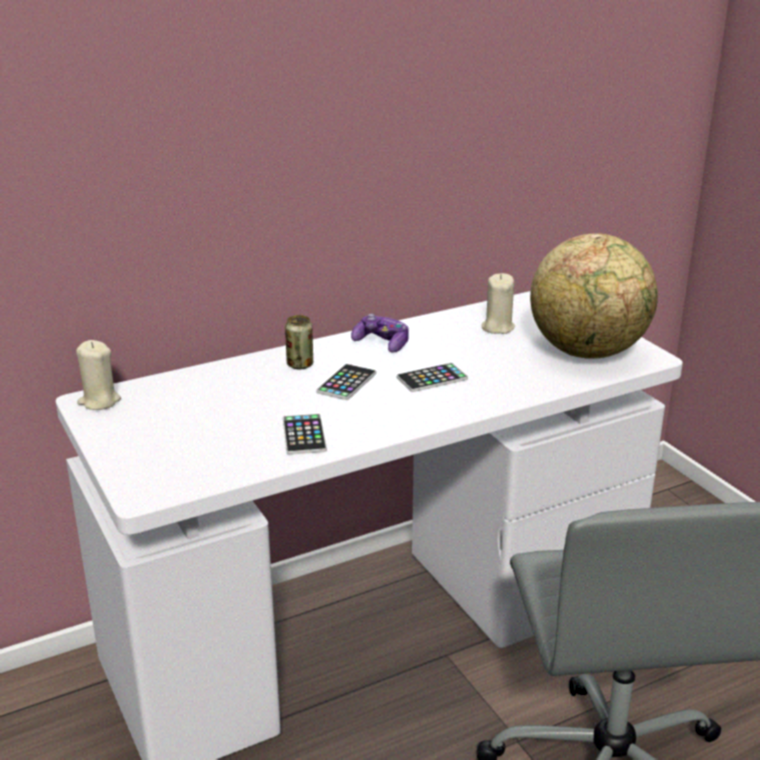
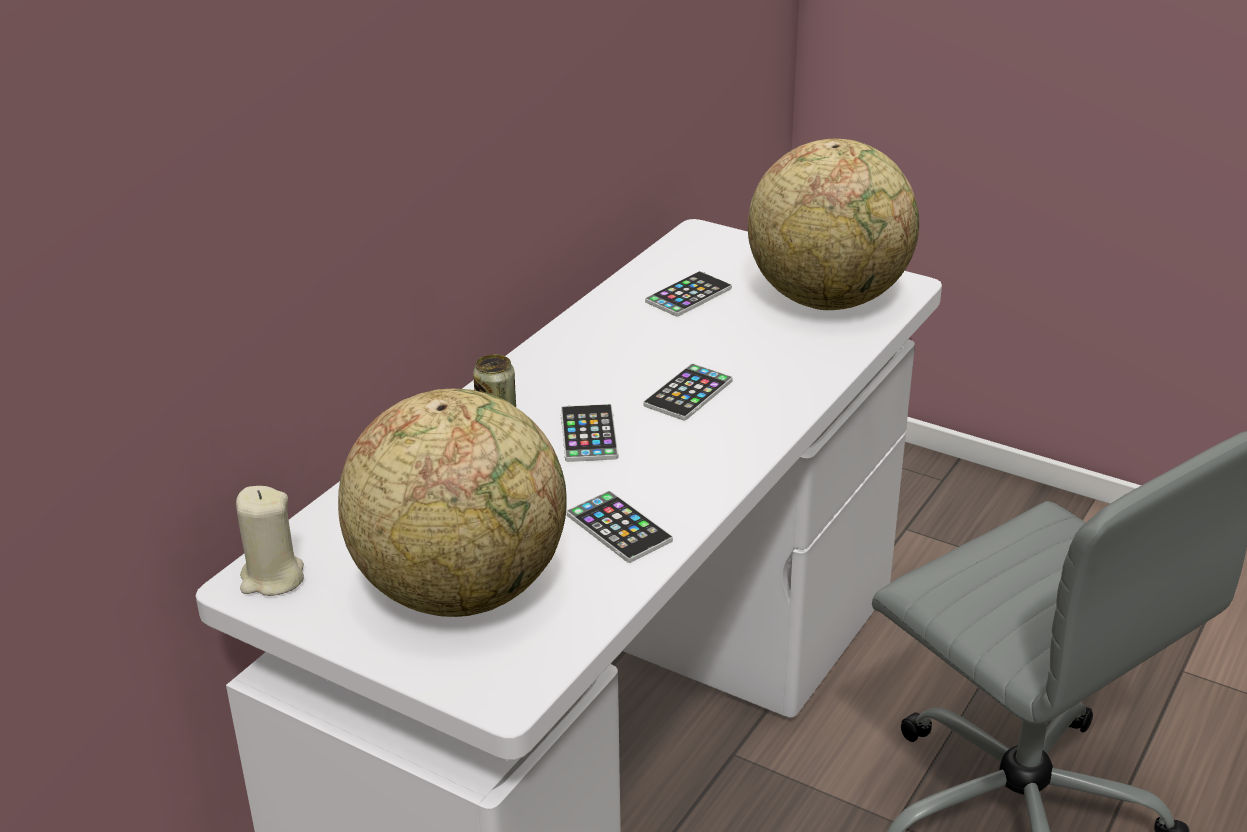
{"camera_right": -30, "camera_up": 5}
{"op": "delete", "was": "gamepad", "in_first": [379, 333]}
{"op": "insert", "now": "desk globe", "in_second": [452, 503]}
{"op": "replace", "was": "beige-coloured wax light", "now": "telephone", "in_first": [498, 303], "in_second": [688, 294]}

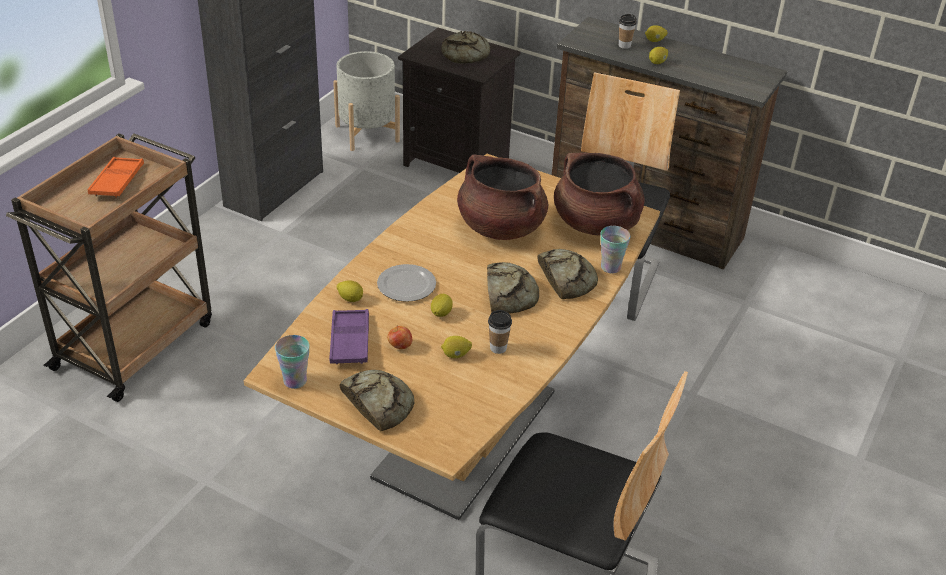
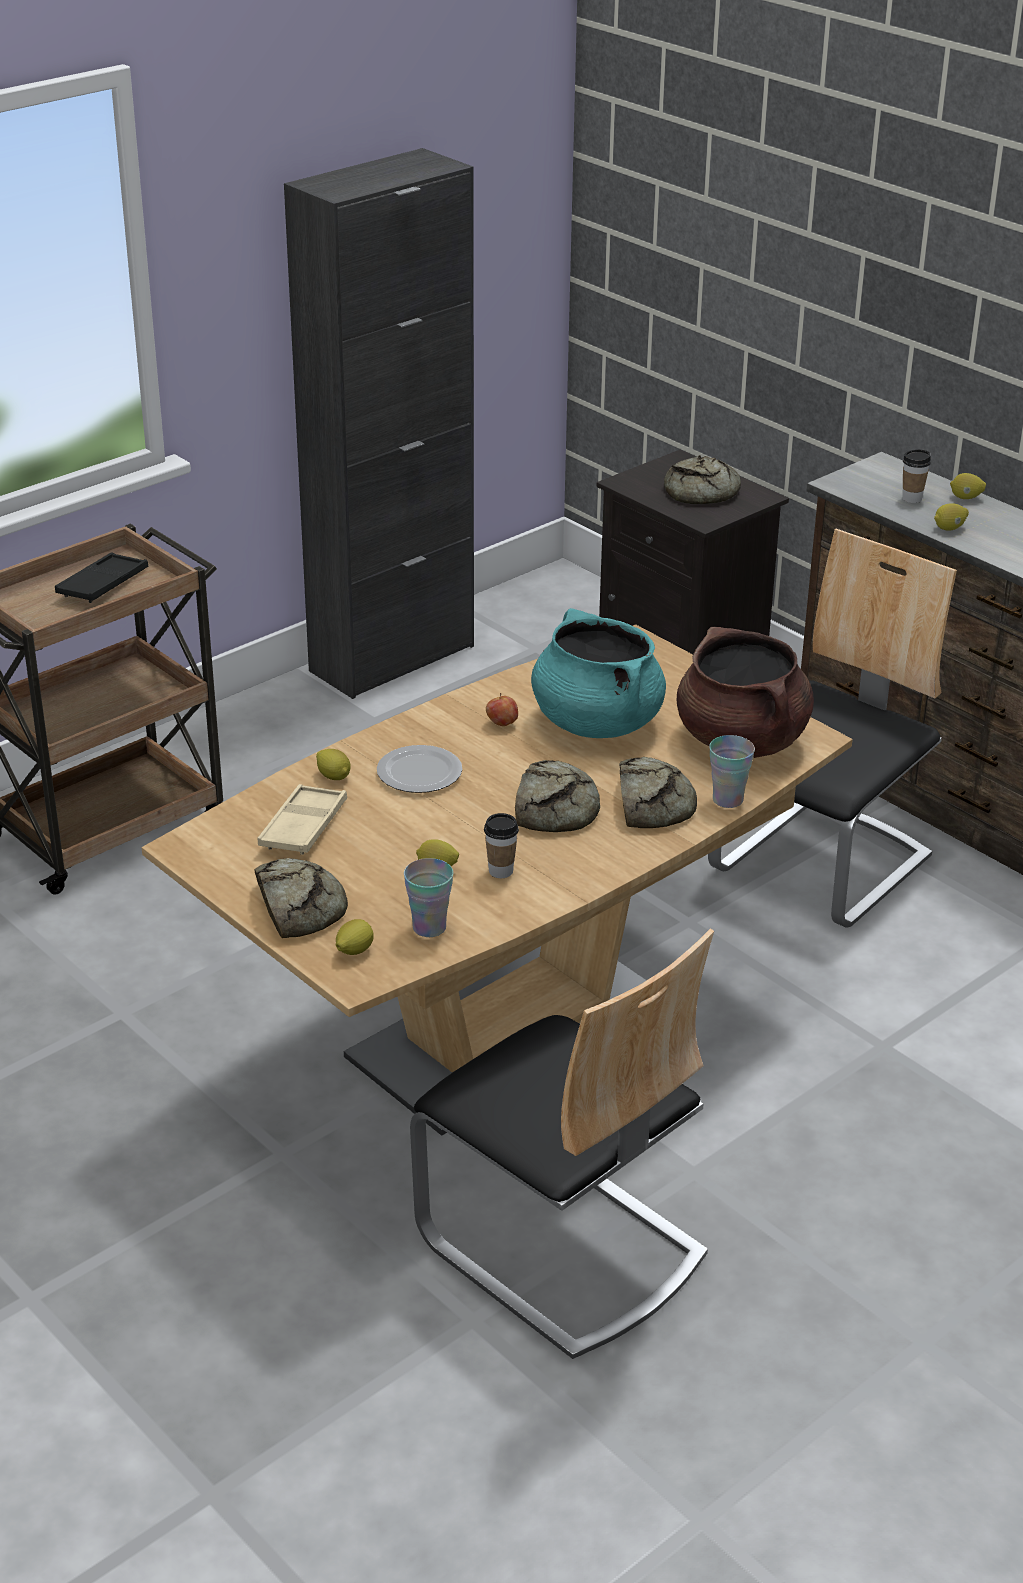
{"camera_right": 20, "camera_up": -5}
{"op": "delete", "was": "grey flower pot", "in_first": [366, 101]}
{"op": "move", "was": "drinking cup", "in_first": [292, 362], "in_second": [428, 897]}
{"op": "move", "was": "apple fruit", "in_first": [399, 337], "in_second": [502, 709]}
{"op": "move", "was": "citrus fruit", "in_first": [442, 305], "in_second": [355, 937]}
{"op": "recolor", "was": "orange serving tray", "now": "blackish serving tray", "in_first": [115, 177], "in_second": [101, 578]}
{"op": "recolor", "was": "purple-coloured serving tray", "now": "beige-coloured serving tray", "in_first": [349, 336], "in_second": [302, 819]}
{"op": "recolor", "was": "brown stockpot", "now": "turquoise-coloured stockpot", "in_first": [502, 197], "in_second": [598, 673]}

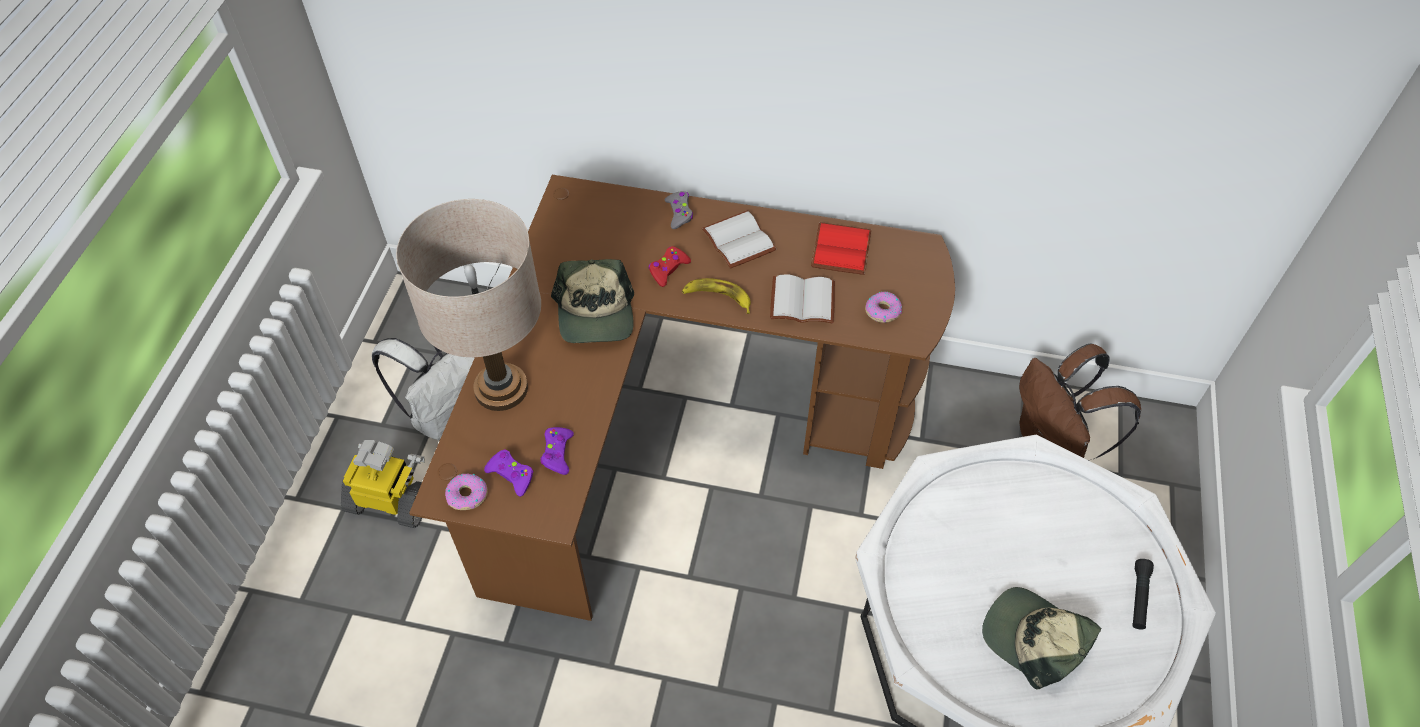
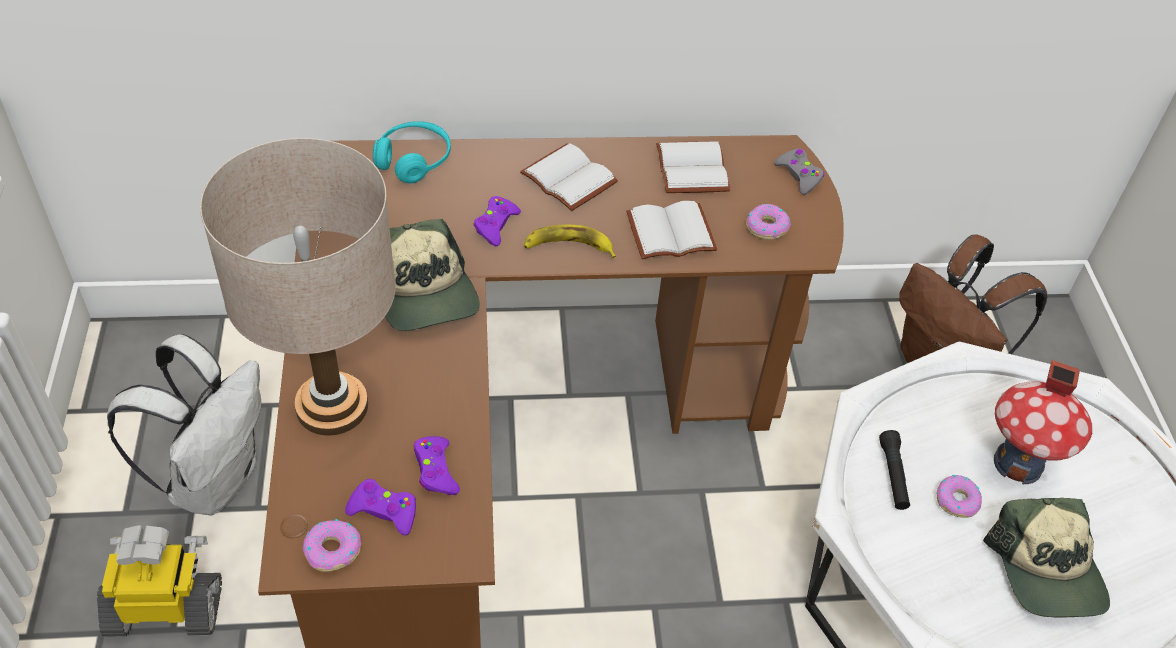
{"camera_right": -20, "camera_up": -5}
{"op": "insert", "now": "turquoise-coloured pair of headphones", "in_second": [412, 152]}
{"op": "insert", "now": "doughnut", "in_second": [959, 496]}
{"op": "insert", "now": "miniature house", "in_second": [1043, 422]}
{"op": "move", "was": "grey gamepad", "in_first": [679, 210], "in_second": [799, 171]}
{"op": "move", "was": "blackish torch", "in_first": [1143, 594], "in_second": [894, 470]}
{"op": "recolor", "was": "red gamepad", "now": "purple-coloured gamepad", "in_first": [669, 266], "in_second": [497, 221]}
{"op": "recolor", "was": "red volume", "now": "white-coloured volume", "in_first": [841, 248], "in_second": [693, 167]}
{"op": "rotate", "was": "peaked cap", "in_first": [1041, 638], "in_second": [1046, 558], "clockwise": -120}

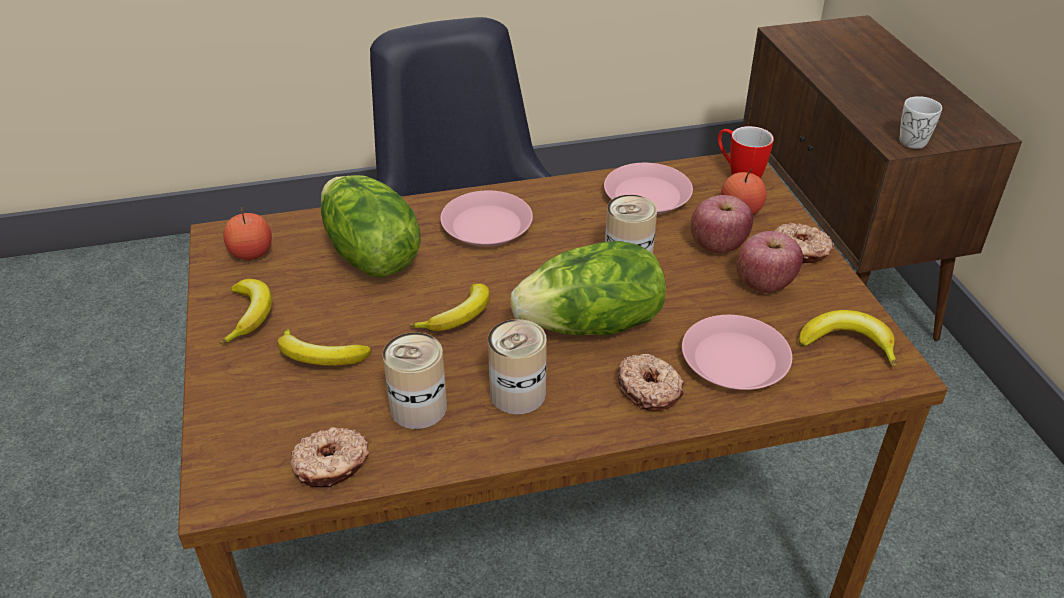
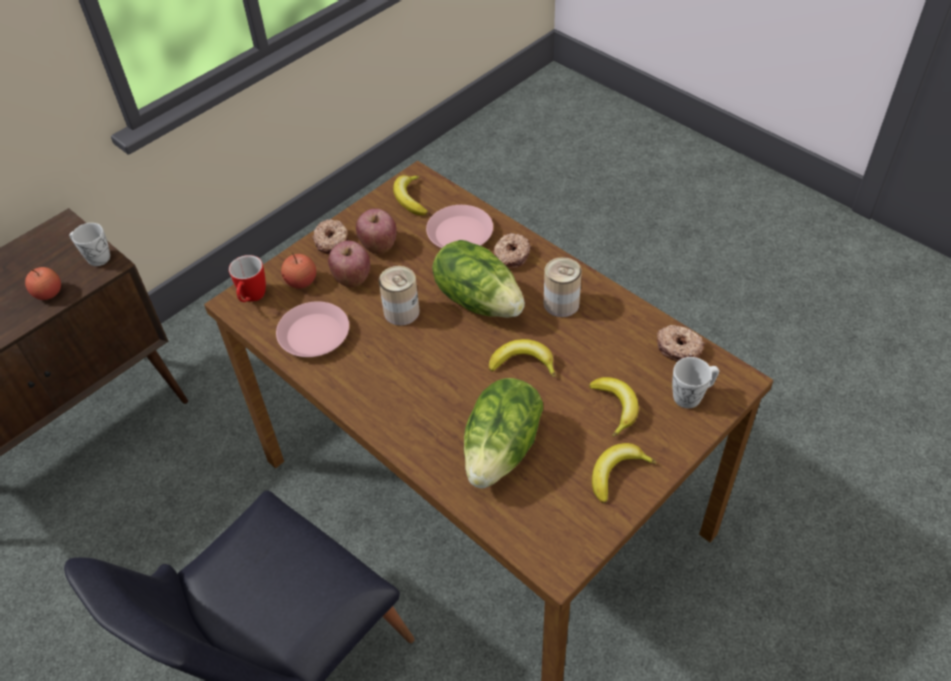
{"camera_right": -120, "camera_up": 10}
{"op": "delete", "was": "can", "in_first": [414, 381]}
{"op": "delete", "was": "pinkish dinner plate", "in_first": [486, 218]}
{"op": "insert", "now": "white-coloured coffee mug", "in_second": [695, 382]}
{"op": "move", "was": "apple fruit", "in_first": [247, 233], "in_second": [43, 283]}

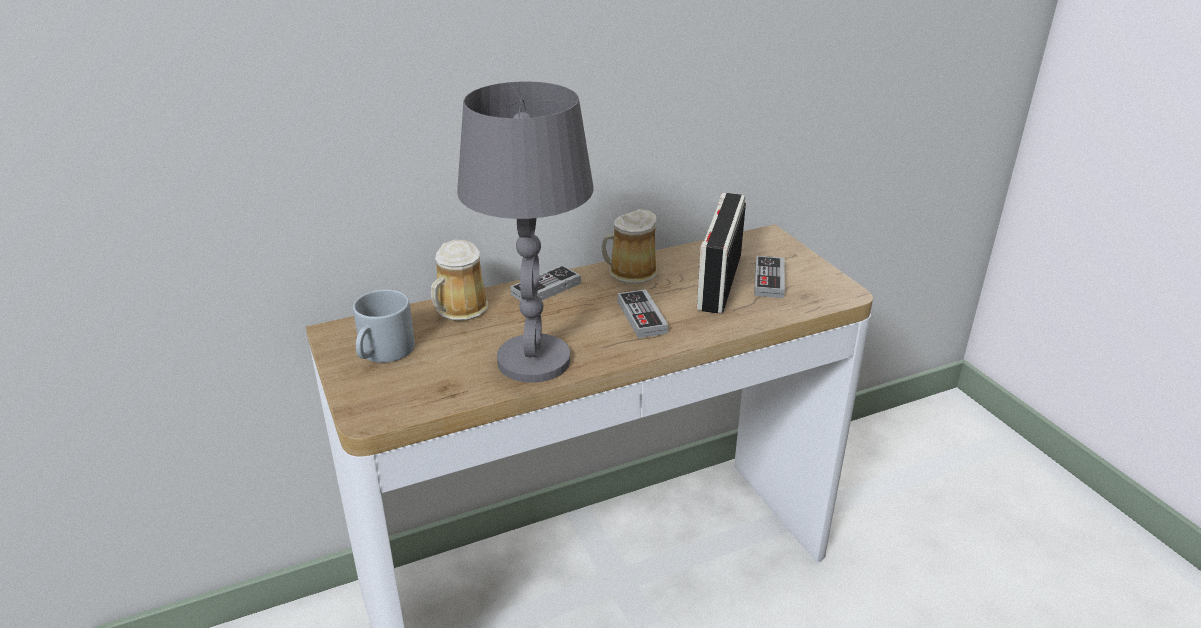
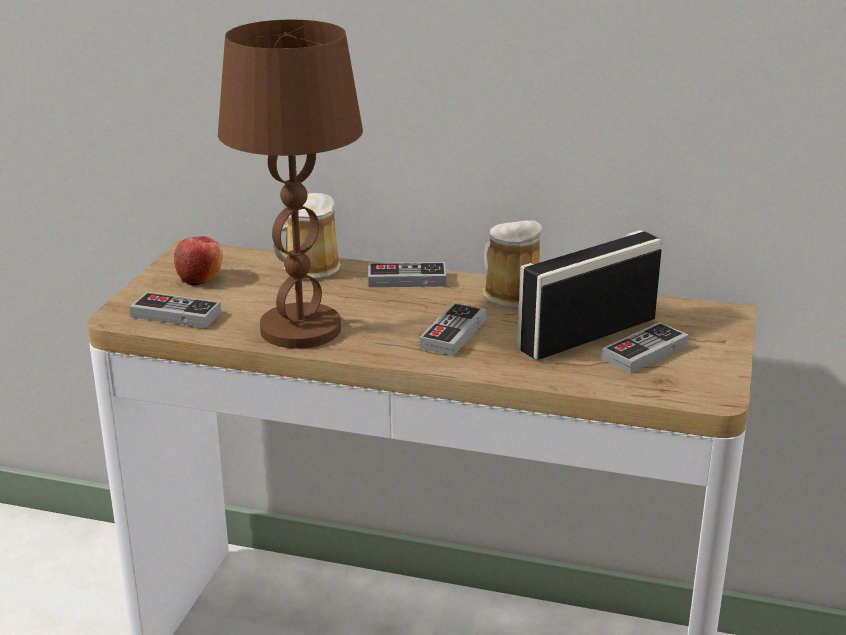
{"camera_right": 40, "camera_up": -5}
{"op": "insert", "now": "gamepad", "in_second": [175, 310]}
{"op": "replace", "was": "grey coffee mug", "now": "apple fruit", "in_first": [384, 326], "in_second": [198, 260]}
{"op": "recolor", "was": "grey table lamp", "now": "brown table lamp", "in_first": [525, 232], "in_second": [290, 184]}

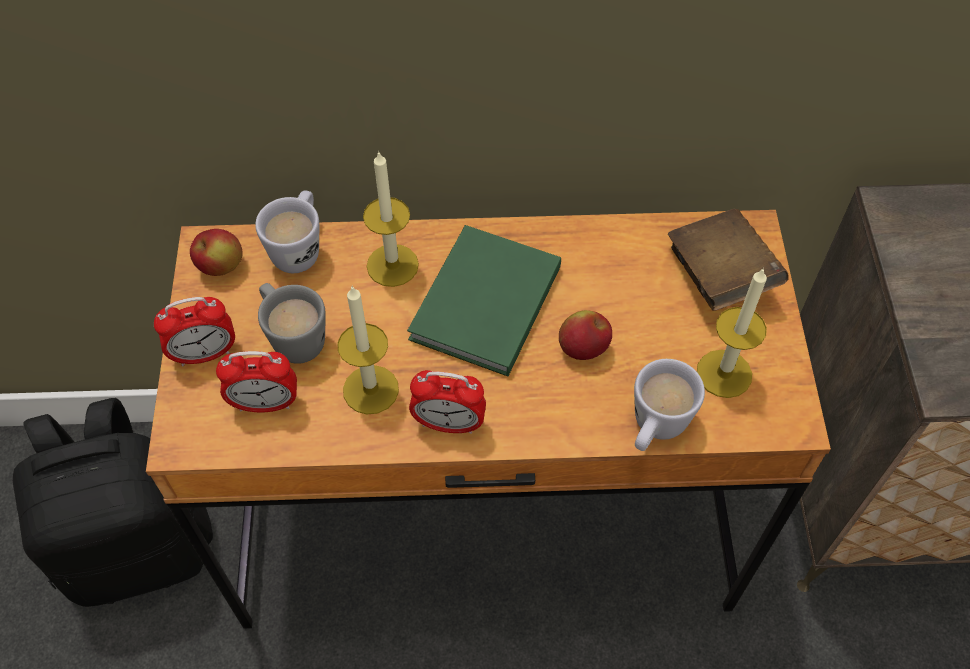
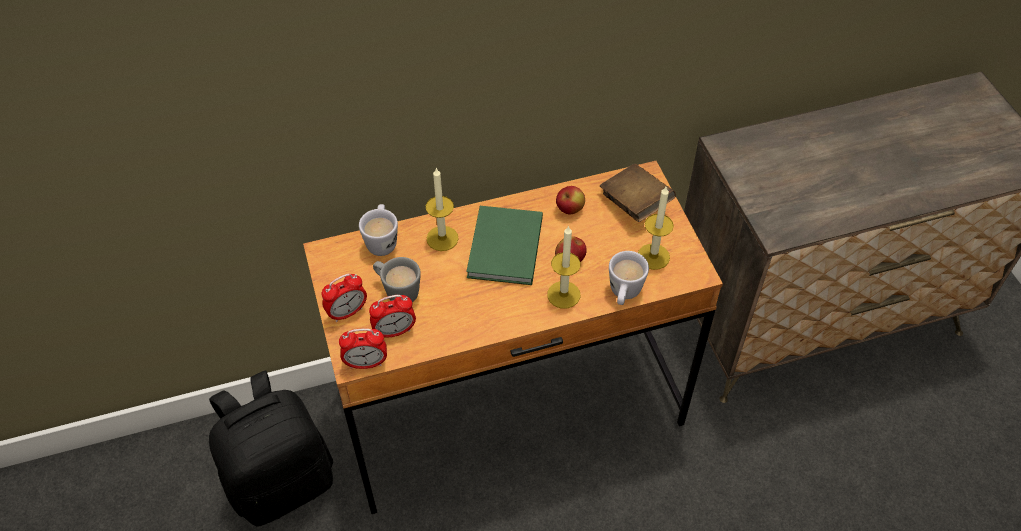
{"camera_right": -15, "camera_up": -5}
{"op": "move", "was": "apple fruit", "in_first": [216, 252], "in_second": [570, 200]}
{"op": "move", "was": "wax light", "in_first": [368, 349], "in_second": [564, 266]}
{"op": "move", "was": "bedside clock", "in_first": [447, 402], "in_second": [363, 348]}

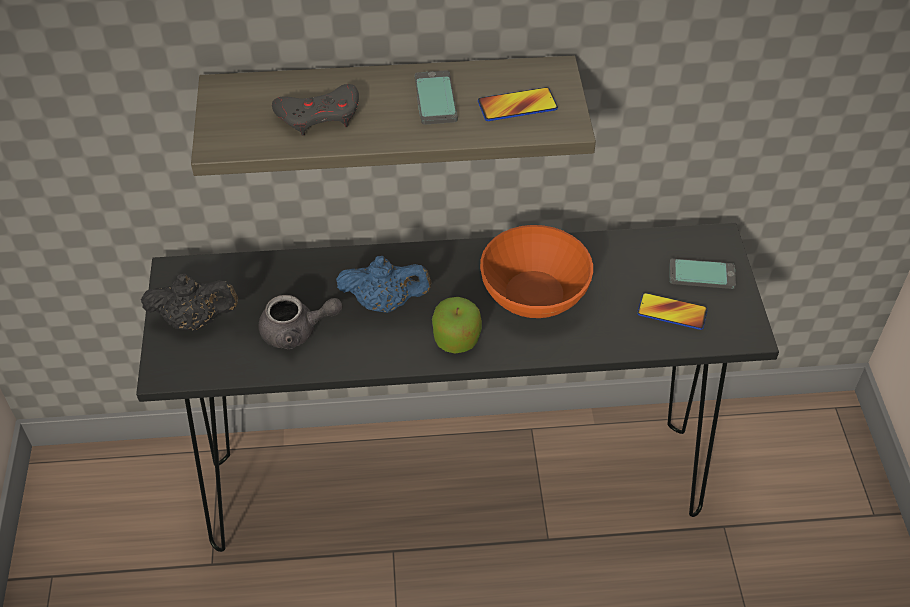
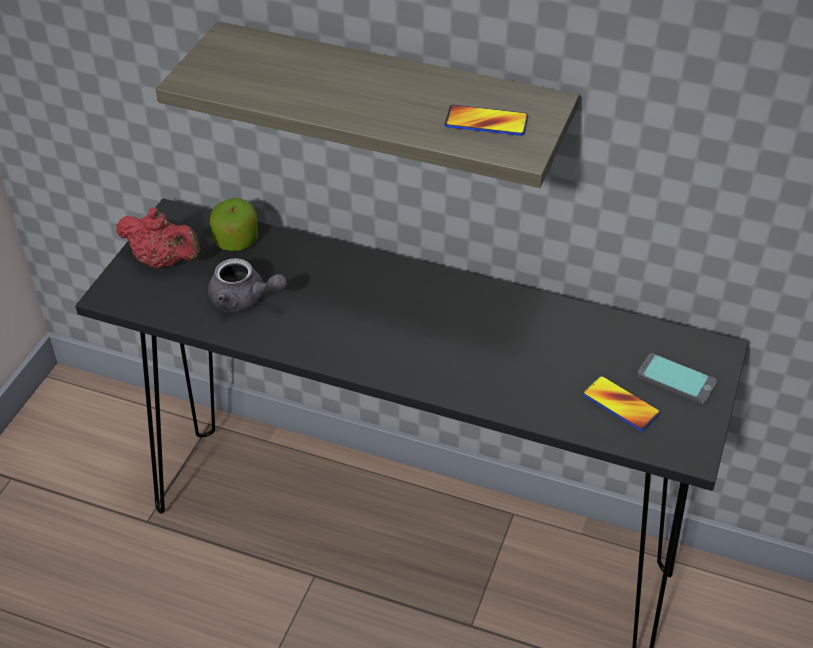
{"camera_right": 25, "camera_up": -5}
{"op": "delete", "was": "grey gamepad", "in_first": [315, 110]}
{"op": "delete", "was": "blue-coloured teapot", "in_first": [384, 284]}
{"op": "delete", "was": "telephone", "in_first": [436, 97]}
{"op": "delete", "was": "orange serving bowl", "in_first": [536, 271]}
{"op": "move", "was": "apple fruit", "in_first": [457, 325], "in_second": [234, 224]}
{"op": "recolor", "was": "blackish teapot", "now": "red teapot", "in_first": [189, 302], "in_second": [158, 238]}

